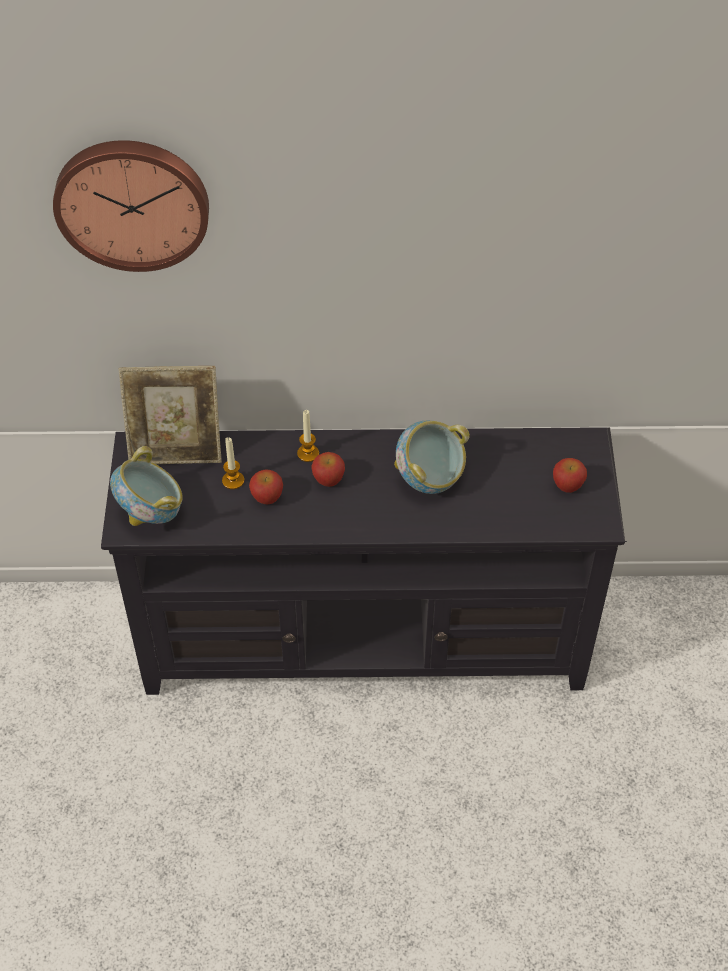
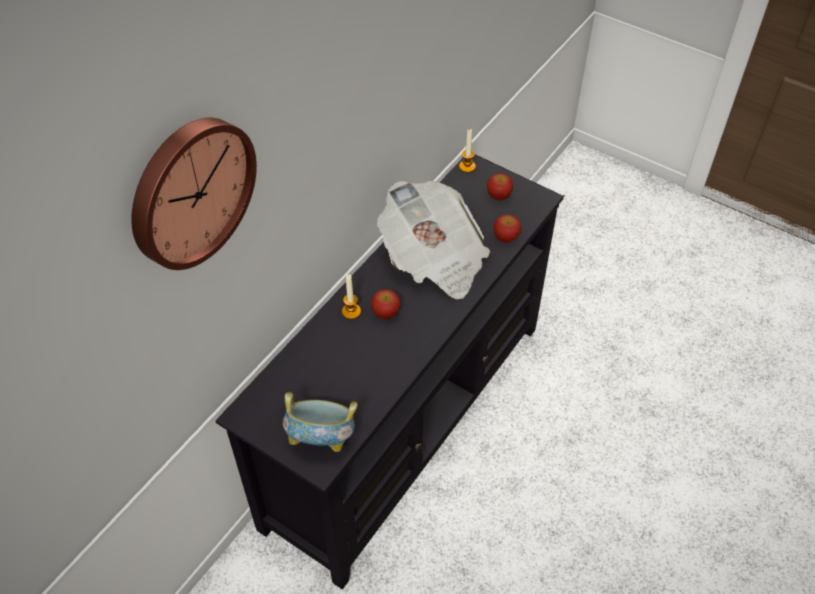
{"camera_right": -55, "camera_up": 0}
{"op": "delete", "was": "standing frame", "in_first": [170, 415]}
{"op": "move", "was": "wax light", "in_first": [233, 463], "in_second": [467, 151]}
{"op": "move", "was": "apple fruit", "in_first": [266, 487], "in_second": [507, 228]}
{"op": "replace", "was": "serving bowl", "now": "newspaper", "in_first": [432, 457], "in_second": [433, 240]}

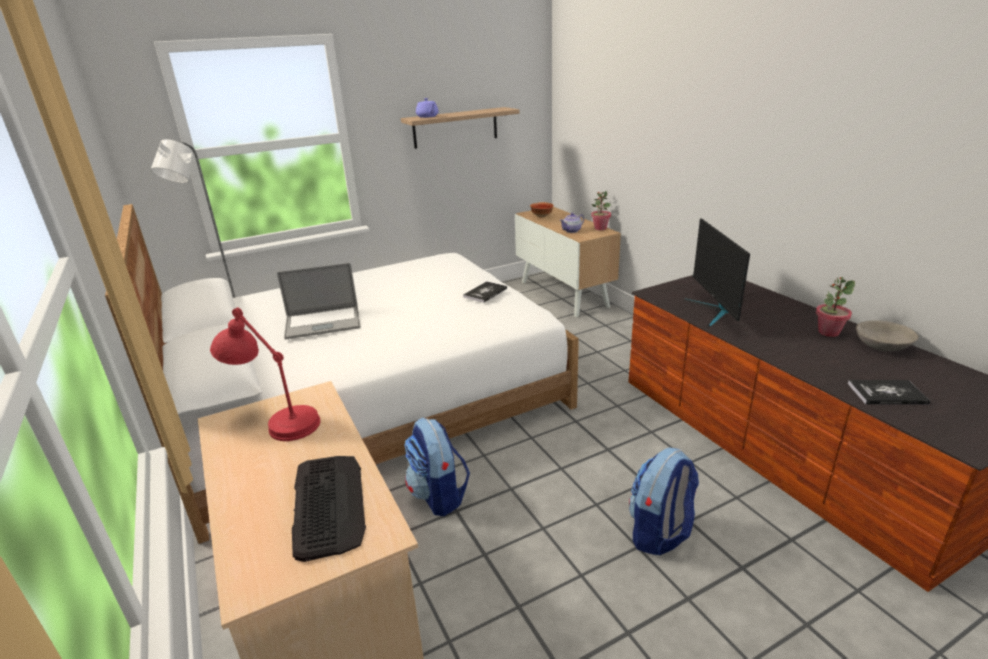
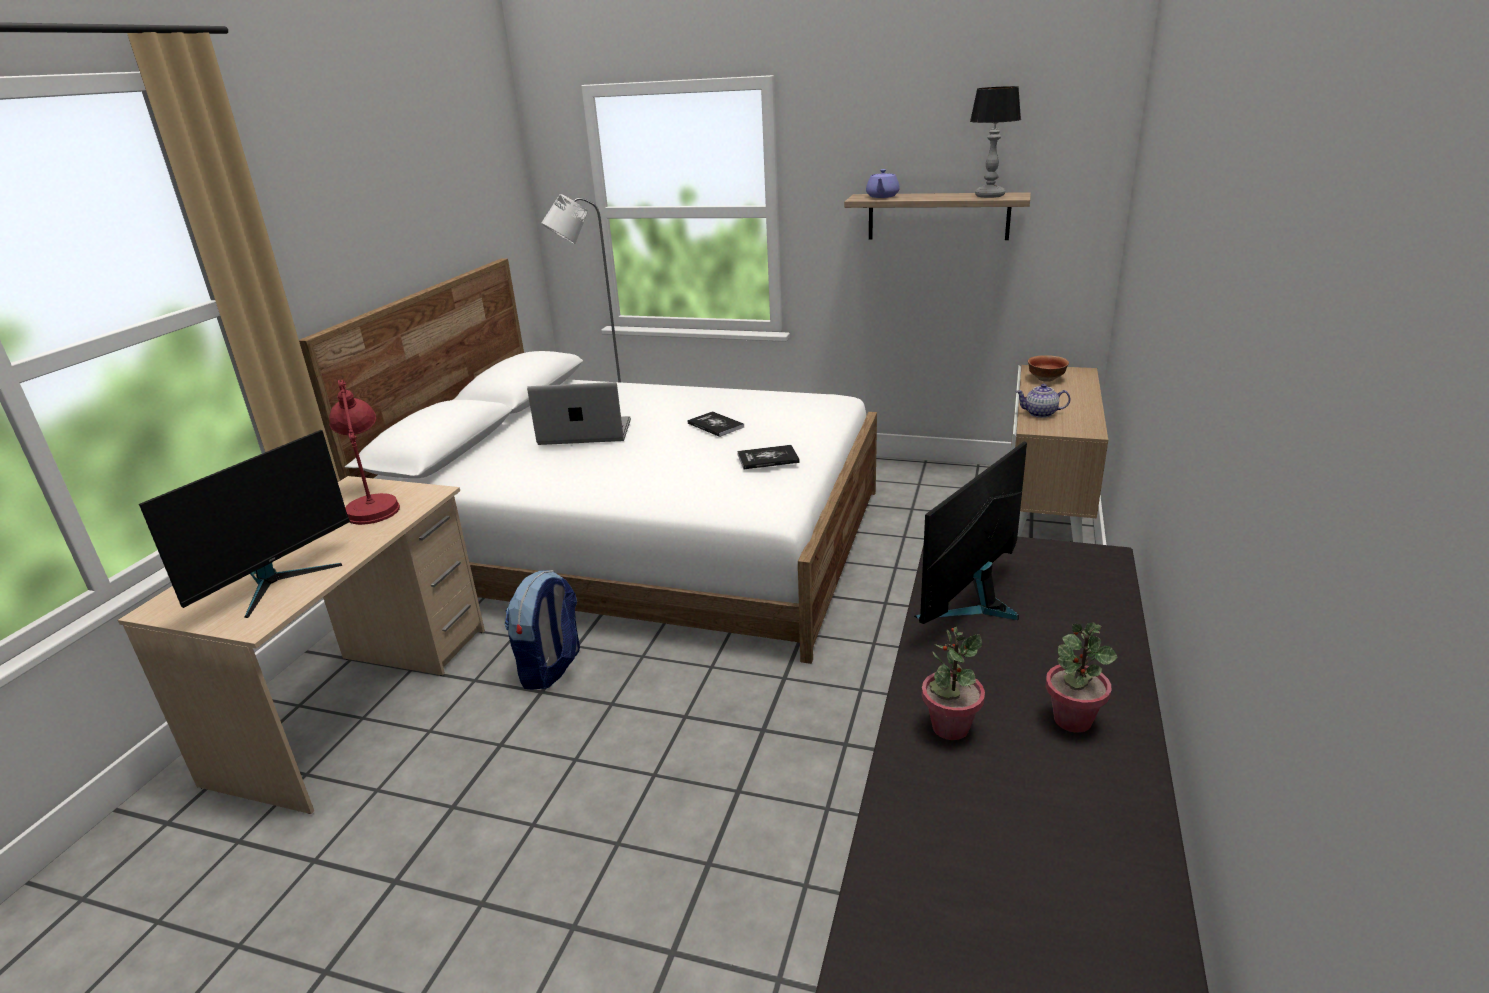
{"camera_right": 45, "camera_up": 0}
{"op": "delete", "was": "backpack", "in_first": [664, 501]}
{"op": "delete", "was": "grey serving bowl", "in_first": [887, 335]}
{"op": "insert", "now": "table lamp", "in_second": [995, 142]}
{"op": "move", "was": "plant in a pot", "in_first": [601, 210], "in_second": [953, 683]}
{"op": "move", "was": "volume", "in_first": [889, 392], "in_second": [716, 424]}
{"op": "replace", "was": "keyboard", "now": "computer display", "in_first": [329, 509], "in_second": [244, 524]}
{"op": "rotate", "was": "notebook computer", "in_first": [318, 301], "in_second": [579, 413], "clockwise": 150}

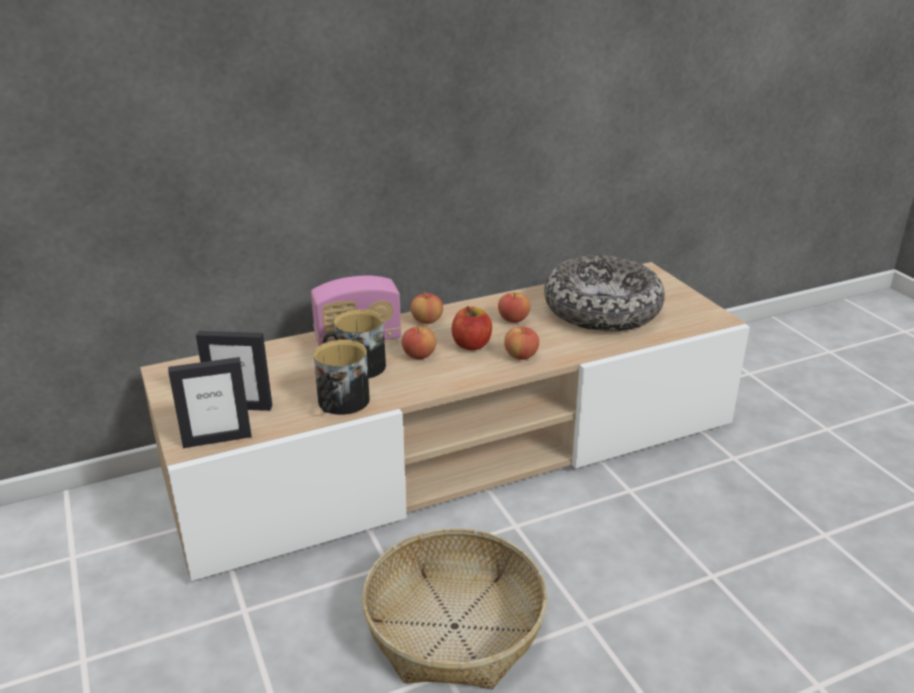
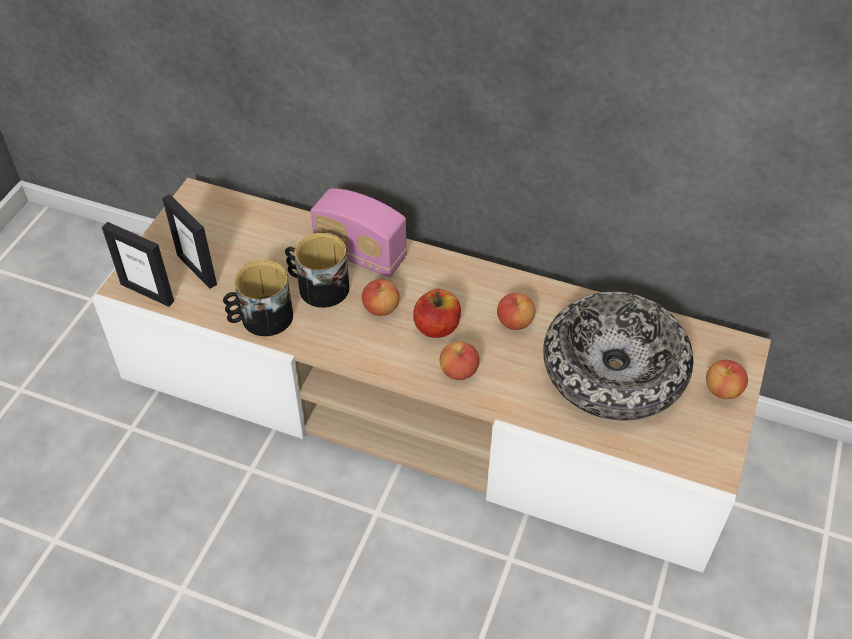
{"camera_right": 45, "camera_up": 20}
{"op": "delete", "was": "household basket", "in_first": [454, 608]}
{"op": "move", "was": "apple fruit", "in_first": [427, 307], "in_second": [727, 379]}

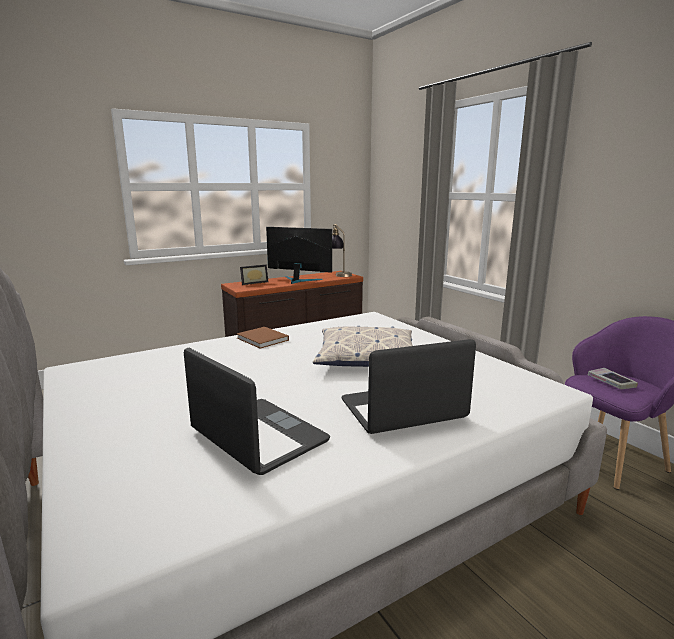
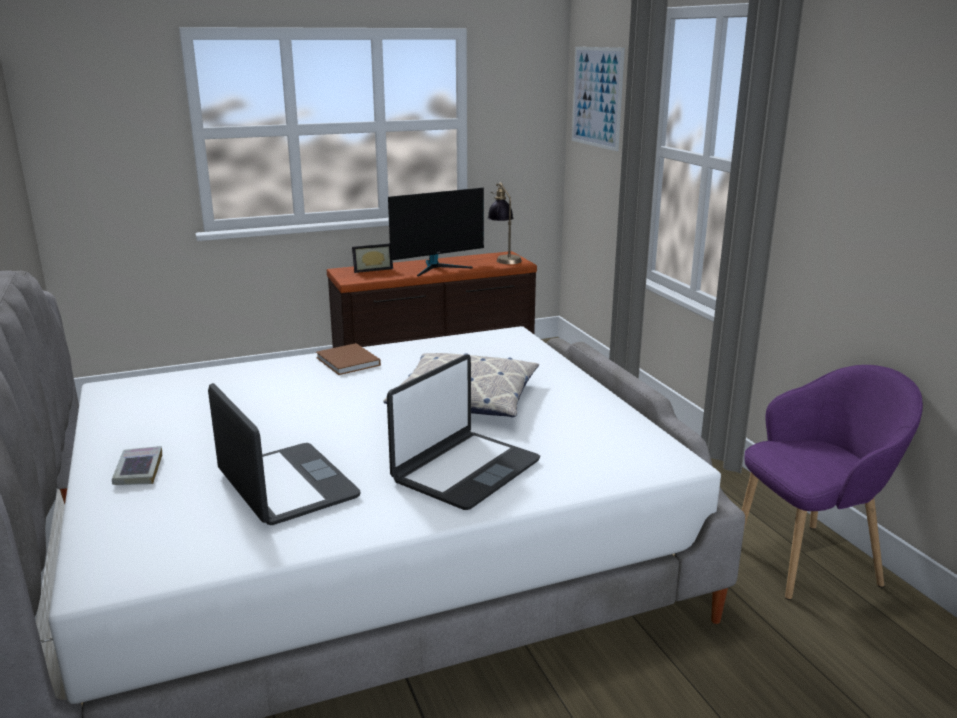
{"camera_right": 10, "camera_up": 5}
{"op": "insert", "now": "picture", "in_second": [598, 99]}
{"op": "move", "was": "volume", "in_first": [613, 378], "in_second": [137, 465]}
{"op": "rotate", "was": "computer display", "in_first": [299, 255], "in_second": [436, 232], "clockwise": 120}
{"op": "rotate", "was": "notebook computer", "in_first": [409, 386], "in_second": [463, 432], "clockwise": 135}

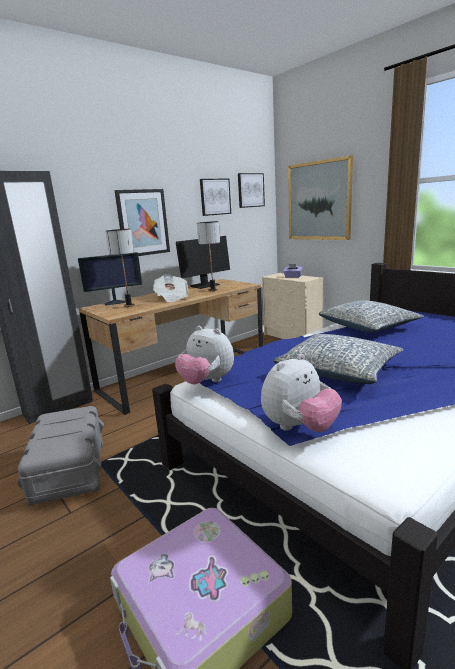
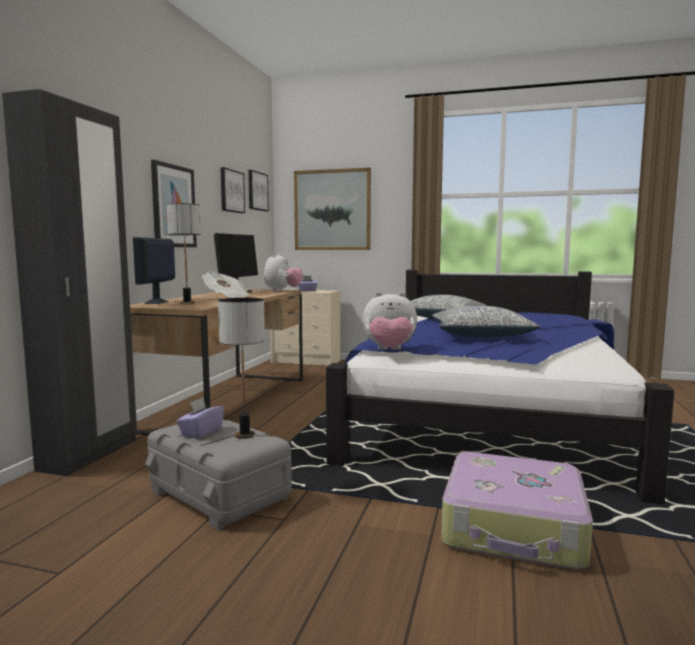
{"camera_right": -35, "camera_up": -10}
{"op": "insert", "now": "purple-coloured tissue holder", "in_second": [200, 418]}
{"op": "move", "was": "table lamp", "in_first": [208, 256], "in_second": [241, 368]}
{"op": "move", "was": "cuddly toy", "in_first": [301, 393], "in_second": [283, 273]}
{"op": "rotate", "was": "computer display", "in_first": [110, 278], "in_second": [154, 270], "clockwise": 150}

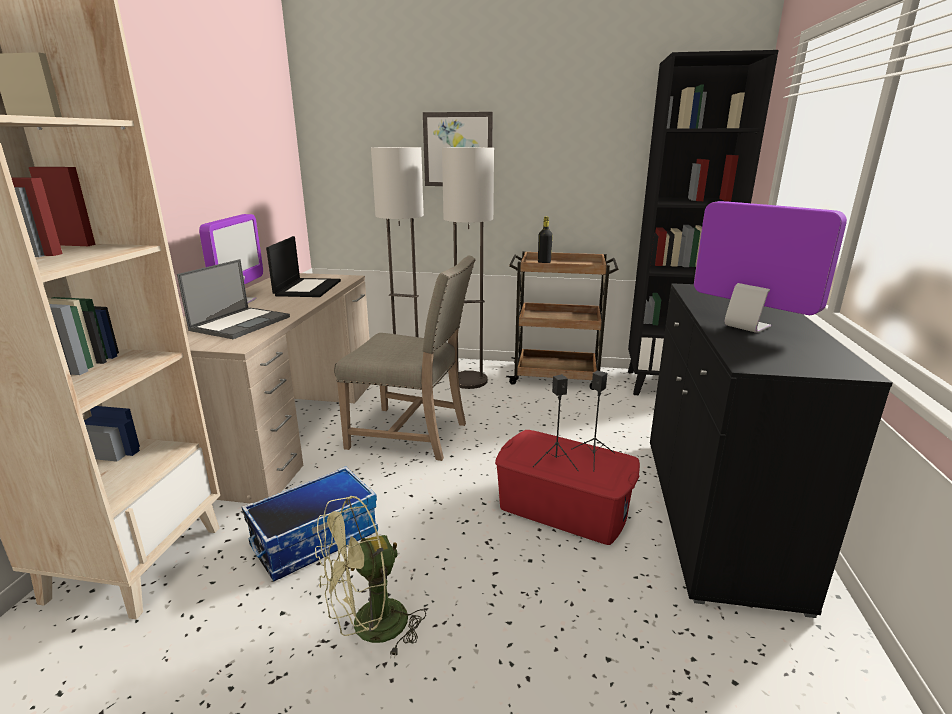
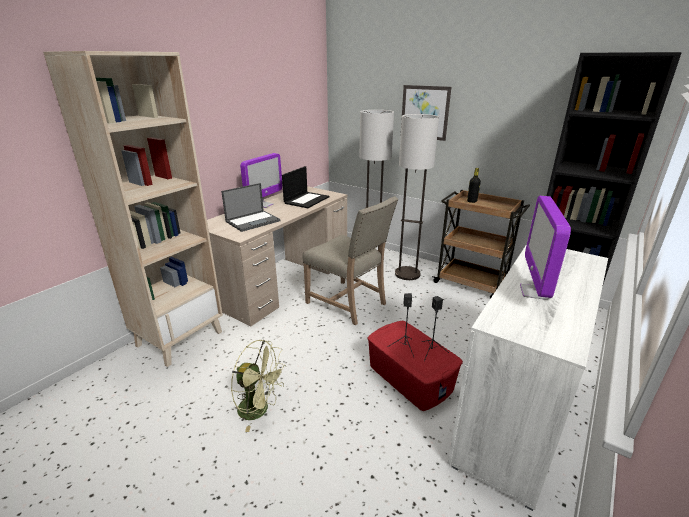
{"camera_right": 25, "camera_up": 5}
{"op": "delete", "was": "storage box", "in_first": [310, 523]}
{"op": "recolor", "was": "blackish cabinet", "now": "white-coloured cabinet", "in_first": [771, 450], "in_second": [528, 377]}
{"op": "rotate", "was": "greenish cooling fan", "in_first": [370, 577], "in_second": [258, 385], "clockwise": -150}
{"op": "rotate", "was": "computer display", "in_first": [770, 267], "in_second": [545, 248], "clockwise": -150}

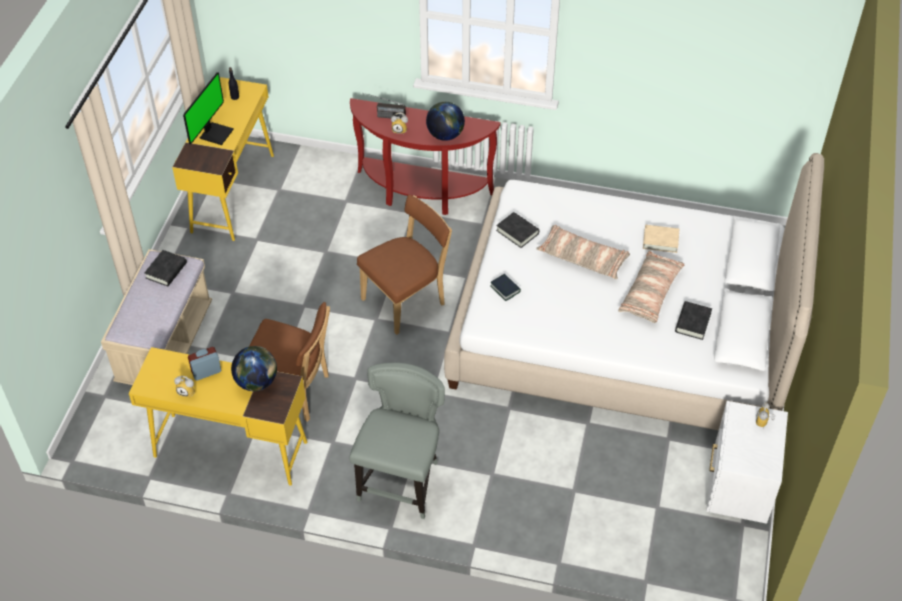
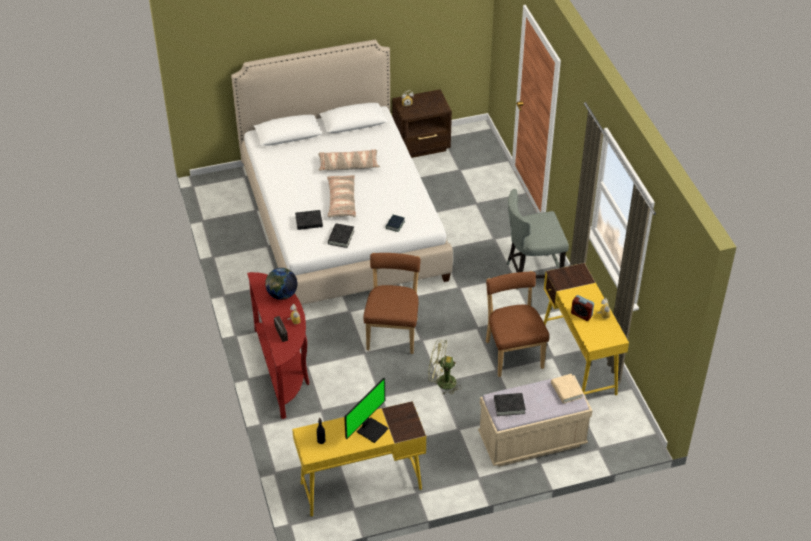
{"camera_right": -120, "camera_up": -5}
{"op": "delete", "was": "desk globe", "in_first": [254, 369]}
{"op": "insert", "now": "greenish cooling fan", "in_second": [445, 367]}
{"op": "move", "was": "beige-coloured volume", "in_first": [661, 239], "in_second": [567, 389]}
{"op": "move", "was": "blackish volume", "in_first": [693, 320], "in_second": [309, 220]}
{"op": "recolor", "was": "white-coloured nightstand", "now": "brown nightstand", "in_first": [747, 462], "in_second": [422, 123]}
{"op": "rotate", "was": "computer display", "in_first": [208, 108], "in_second": [366, 410], "clockwise": 135}
{"op": "rotate", "was": "brown plain chair", "in_first": [404, 265], "in_second": [392, 303], "clockwise": 75}

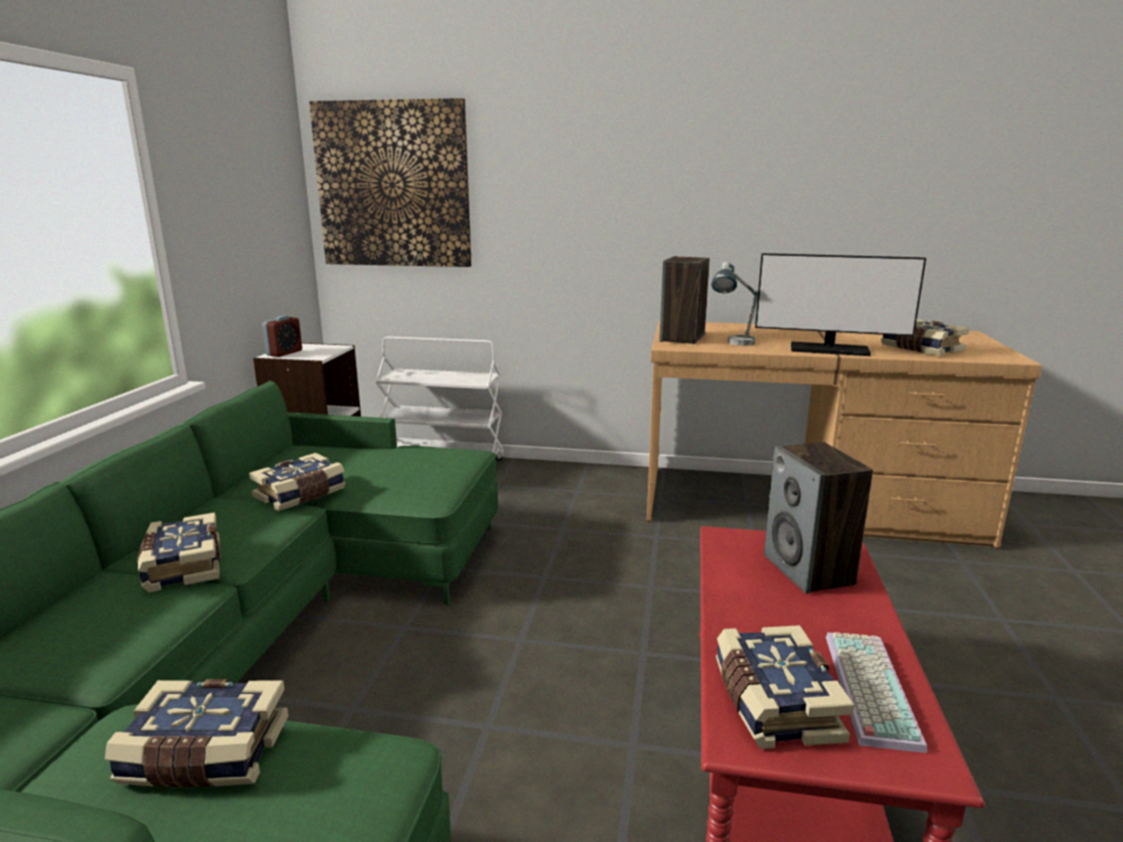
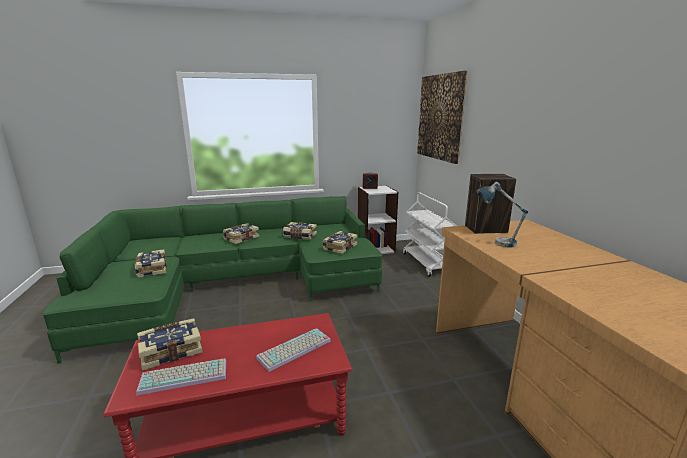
{"camera_right": 65, "camera_up": 0}
{"op": "delete", "was": "computer display", "in_first": [840, 304]}
{"op": "move", "was": "volume", "in_first": [925, 337], "in_second": [340, 242]}
{"op": "replace", "was": "audio speaker", "now": "keyboard", "in_first": [818, 518], "in_second": [293, 350]}

